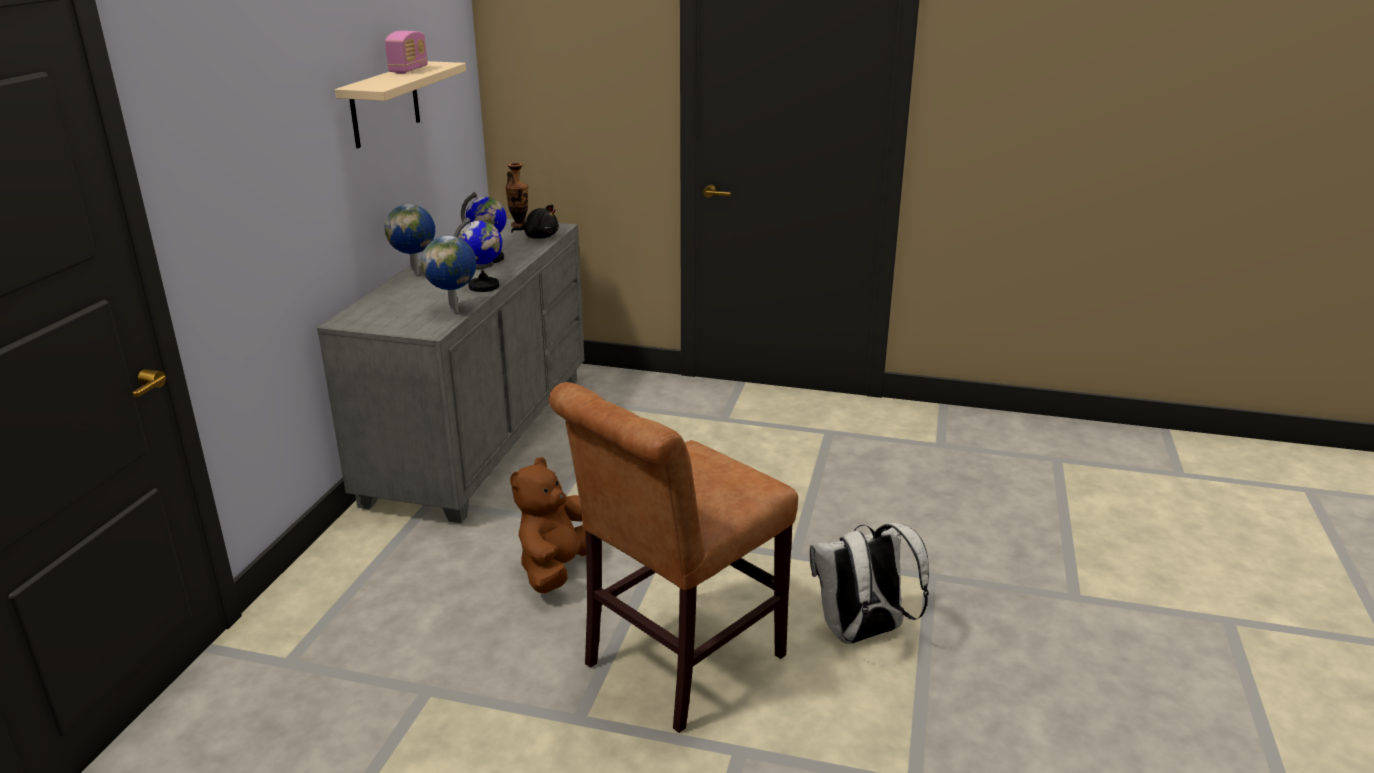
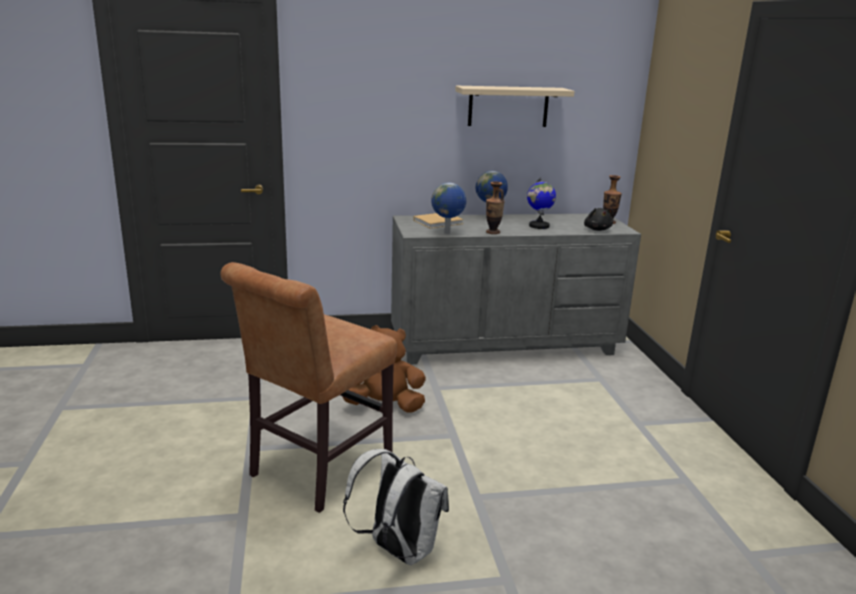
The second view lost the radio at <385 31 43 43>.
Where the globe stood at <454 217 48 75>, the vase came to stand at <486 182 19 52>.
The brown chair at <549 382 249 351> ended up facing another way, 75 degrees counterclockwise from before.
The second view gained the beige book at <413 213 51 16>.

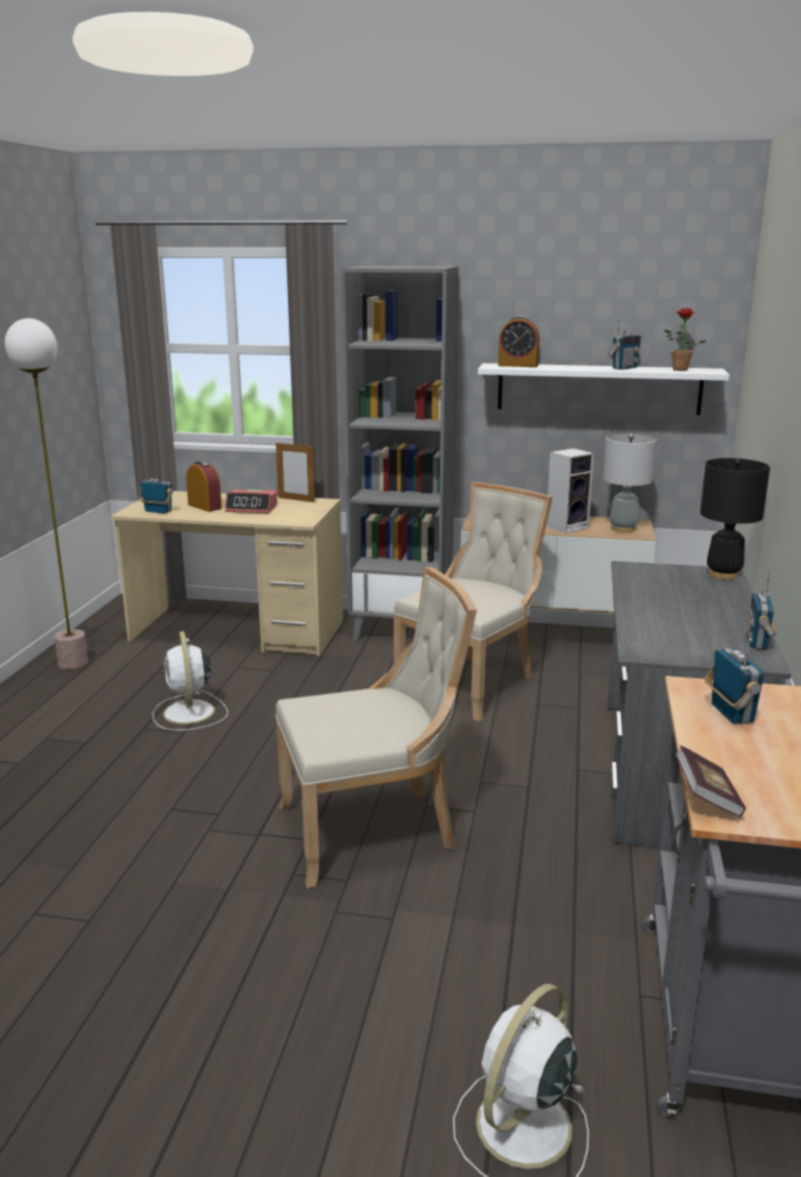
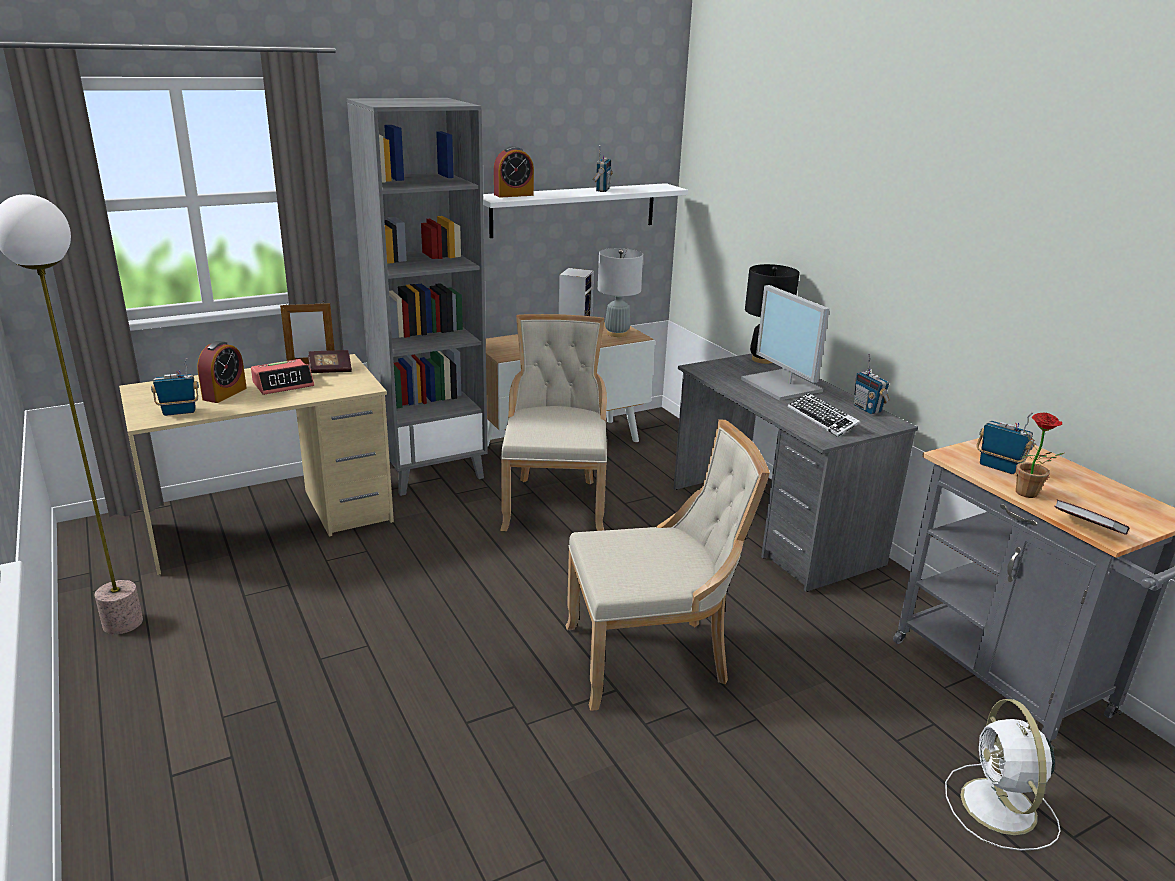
The potted plant ended up elsewhere, having gone from <665 308 41 63> to <1016 413 48 85>.
The alarm clock at <186 461 36 51> ended up facing another way, 105 degrees clockwise from before.
The beige chair at <275 567 202 321> ended up facing another way, 45 degrees clockwise from before.
The second view lost the white fan at <153 631 75 100>.
The second view gained the monitor at <741 285 89 116>.
The second view gained the book at <308 350 44 23>.
The second view gained the keyboard at <787 393 73 44>.

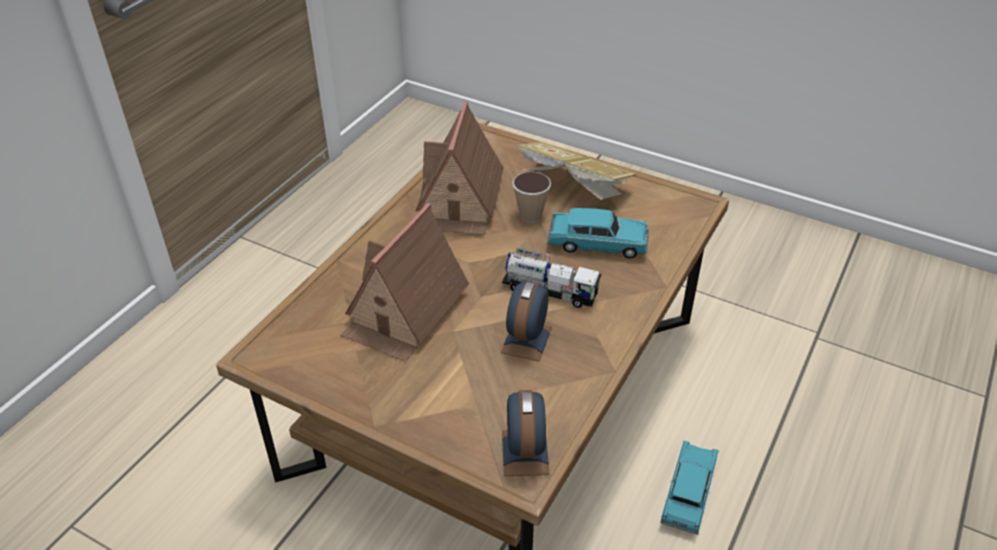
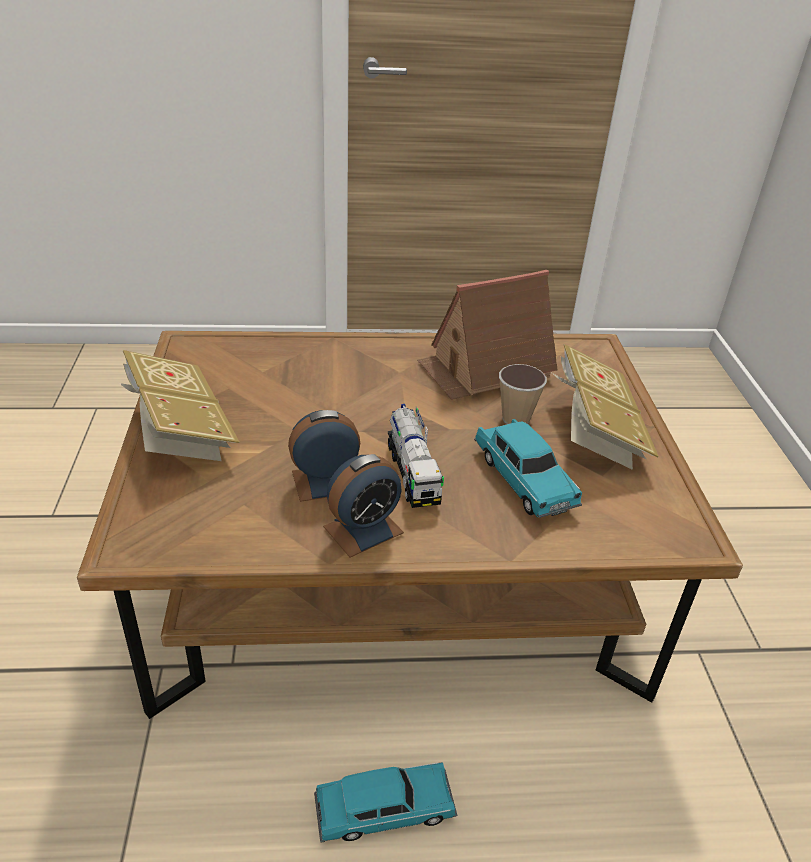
The second view lost the toy house at <341 203 128 159>.
The alarm clock ended up elsewhere, having gone from <502 390 48 86> to <323 454 81 103>.
The second view gained the book at <119 350 120 111>.

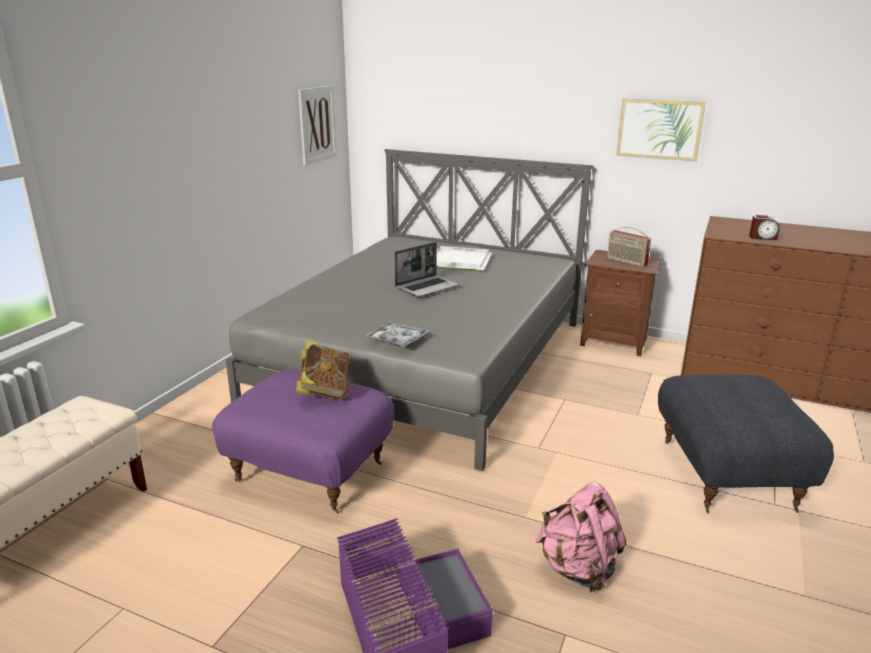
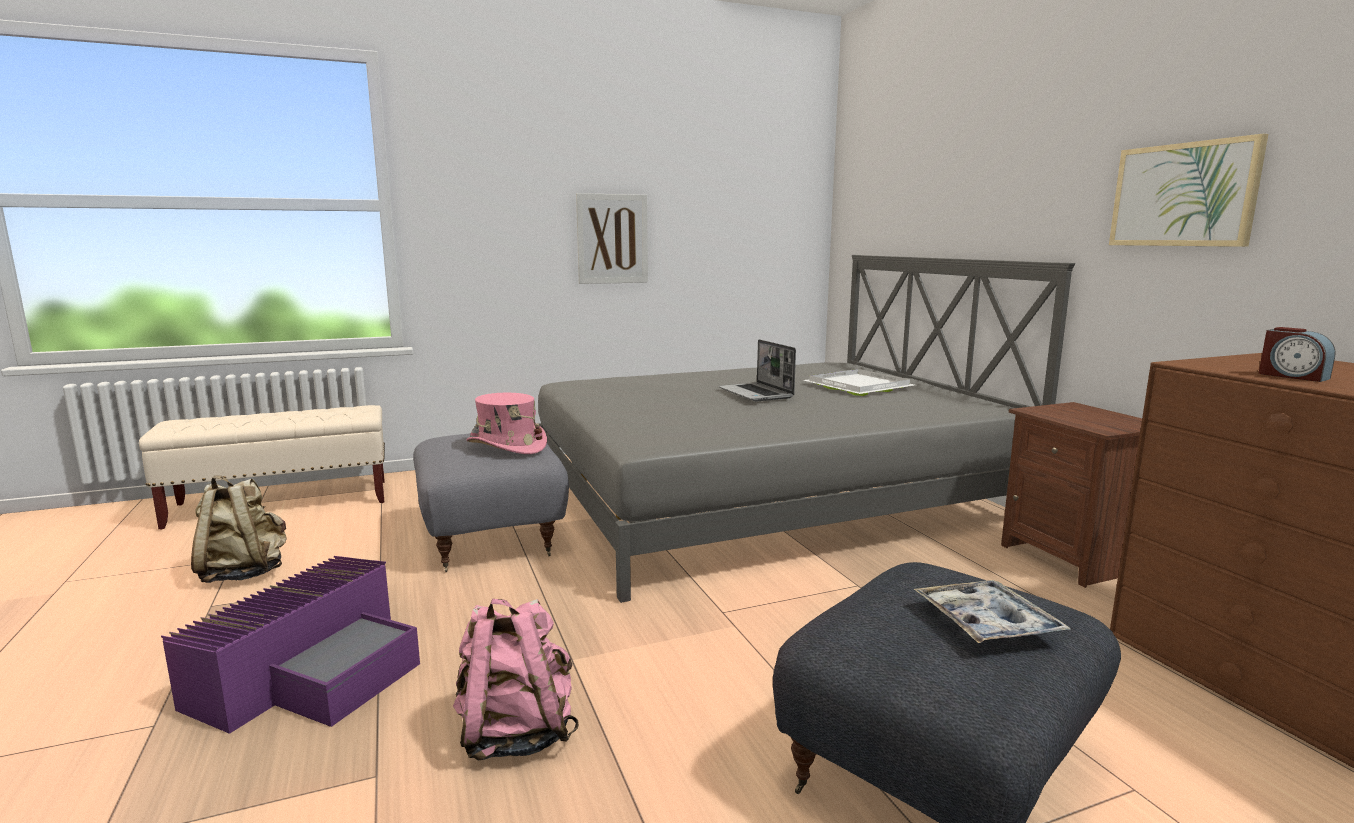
The picture ended up elsewhere, having gone from <298 86 39 79> to <576 193 72 91>.
The second view lost the radio at <607 227 44 40>.
The laptop at <394 242 65 55> ended up facing another way, 60 degrees clockwise from before.
The tray ended up elsewhere, having gone from <365 322 64 25> to <914 580 157 63>.
Where the book stood at <296 340 54 60>, the pink hat came to stand at <467 393 80 61>.
What was the purple ottoman at <212 370 182 143> turned into the grey ottoman at <413 433 156 139>.
The second view gained the beige backpack at <191 475 96 108>.

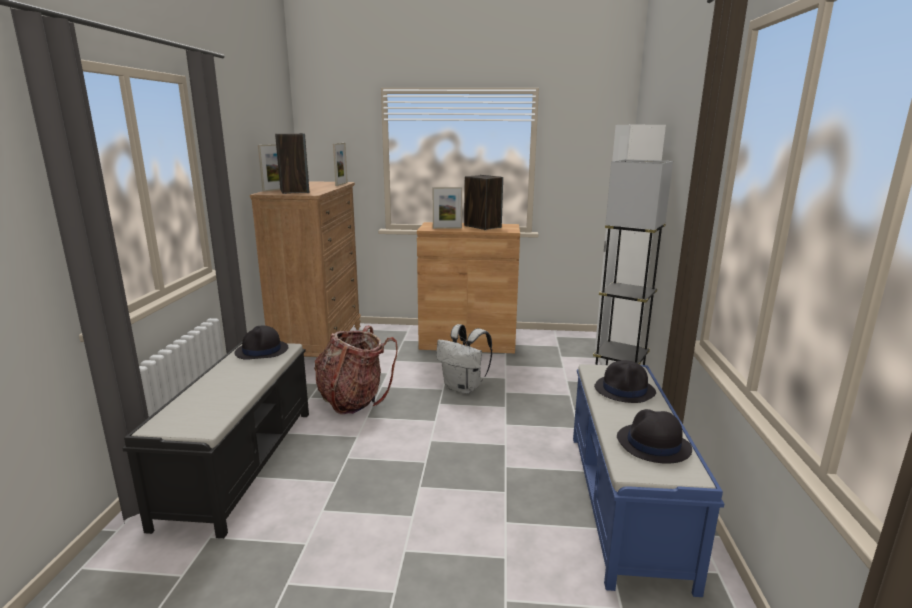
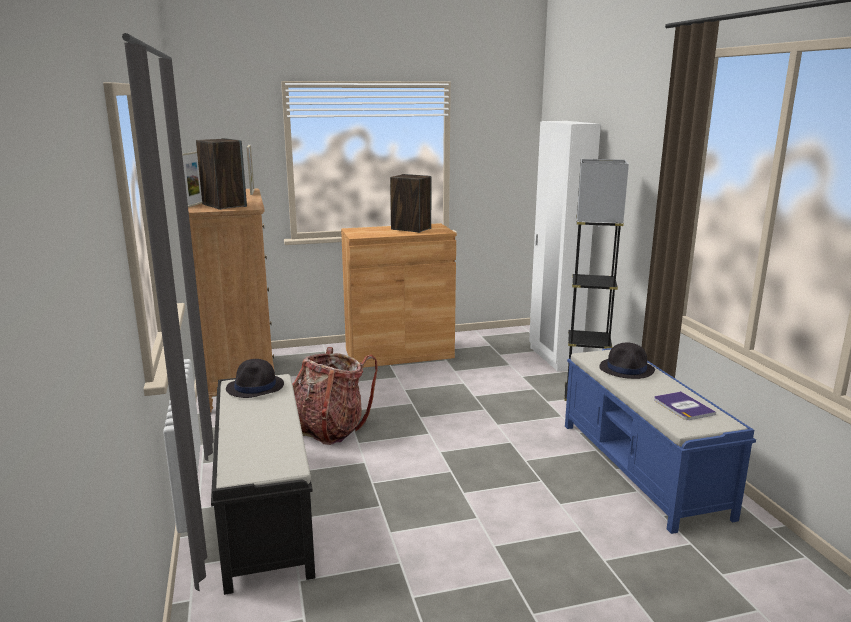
The second view lost the picture frame at <433 187 29 42>.
The second view lost the white backpack at <436 324 56 70>.
Where the black hat stood at <617 409 75 55>, the book came to stand at <654 391 62 29>.

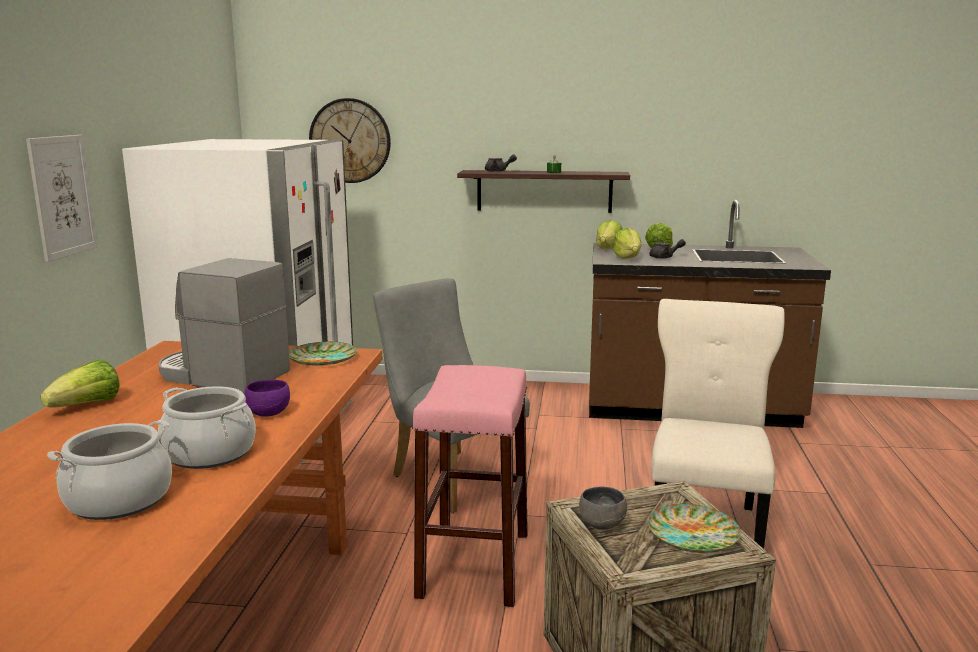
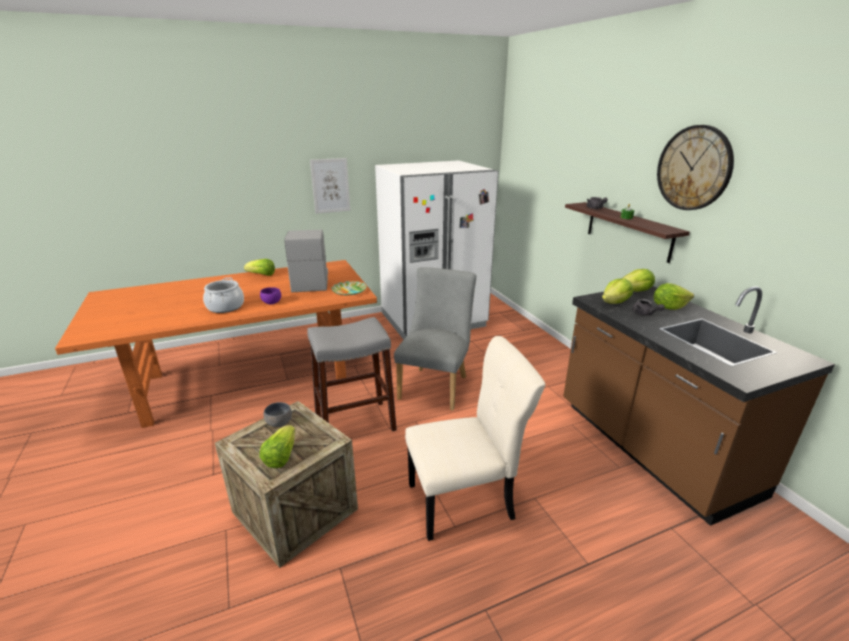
The wall clock ended up elsewhere, having gone from <309 98 82 85> to <657 125 77 85>.
What was the pink stool at <412 365 116 242> turned into the grey stool at <307 317 90 114>.
The second view lost the cooking pot at <47 420 125 100>.
Where the plate stood at <648 504 93 49>, the lettuce came to stand at <259 425 36 43>.

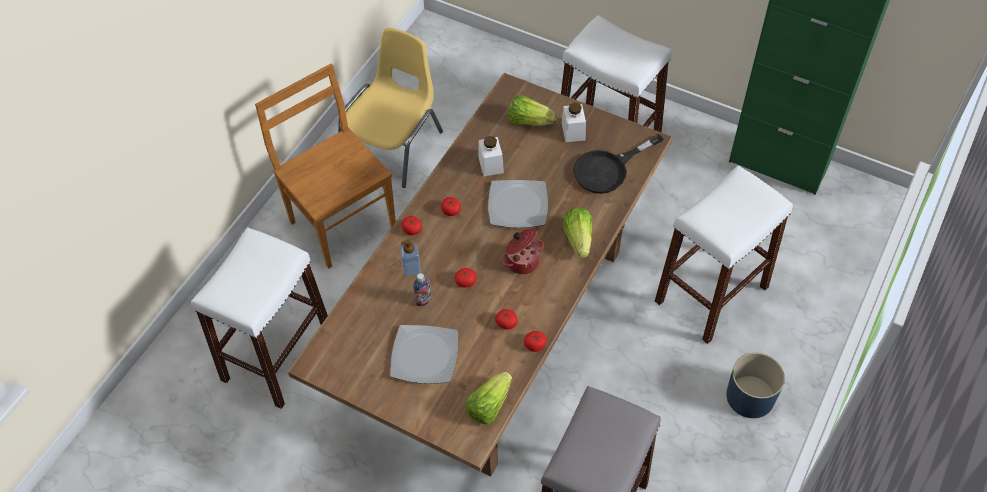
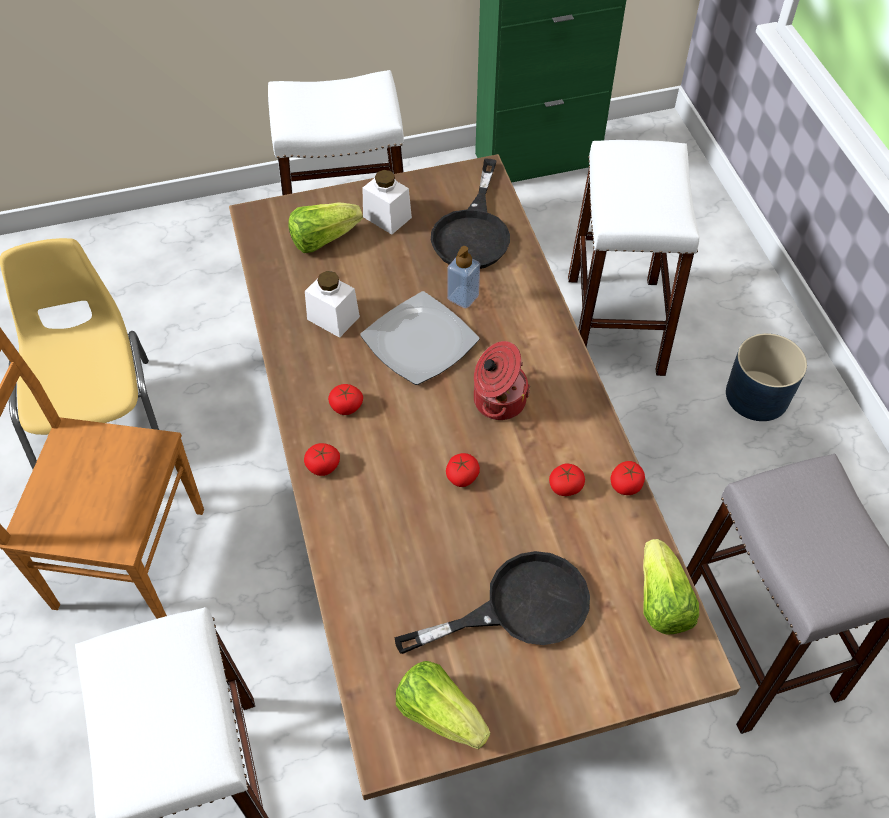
The lettuce ended up elsewhere, having gone from <563 208 30 50> to <396 661 94 88>.
The soap dispenser ended up elsewhere, having gone from <400 239 21 37> to <447 246 33 62>.
The second view lost the bottle at <414 273 17 33>.
Where the plate stood at <390 325 68 59>, the black frying pan came to stand at <394 551 196 103>.

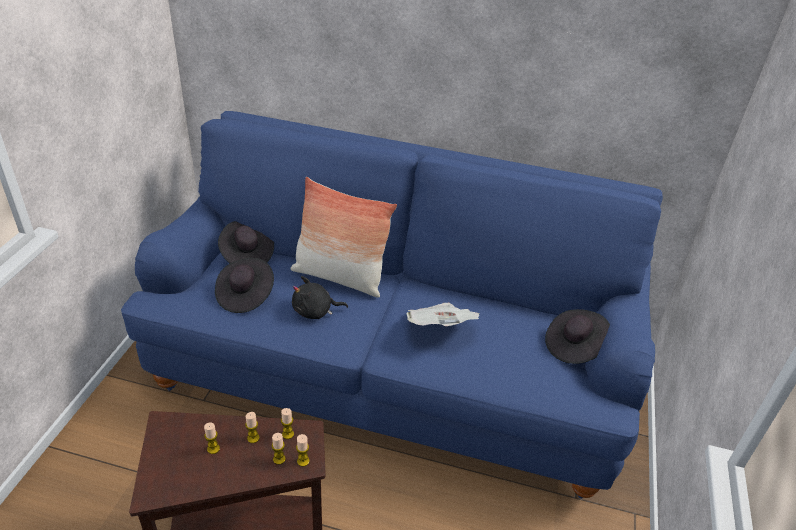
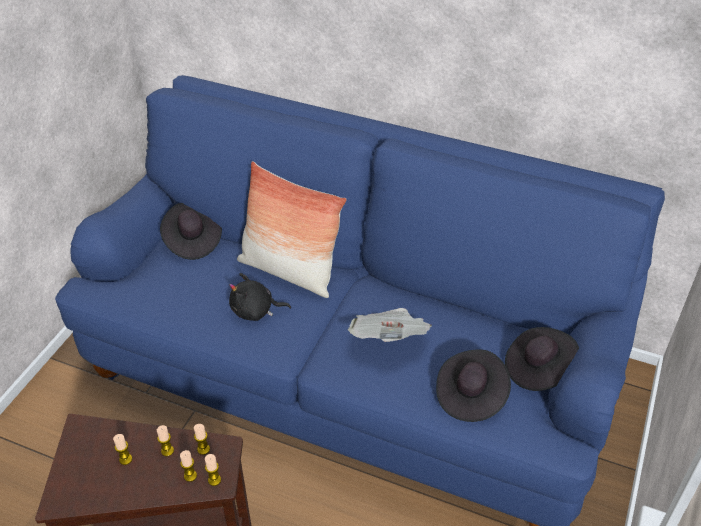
The black hat ended up elsewhere, having gone from <215 258 59 55> to <436 350 75 72>.

